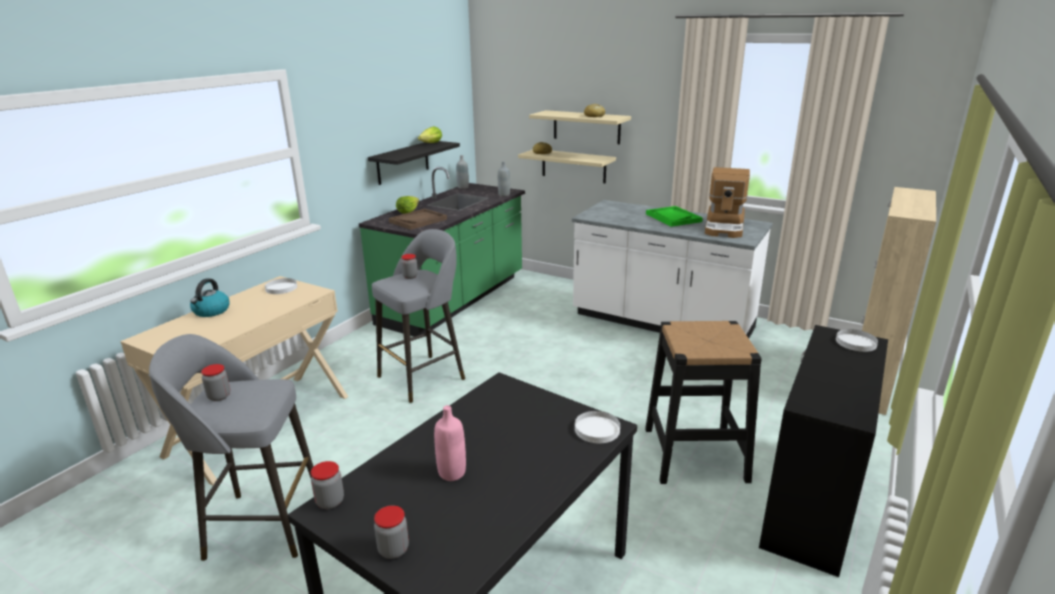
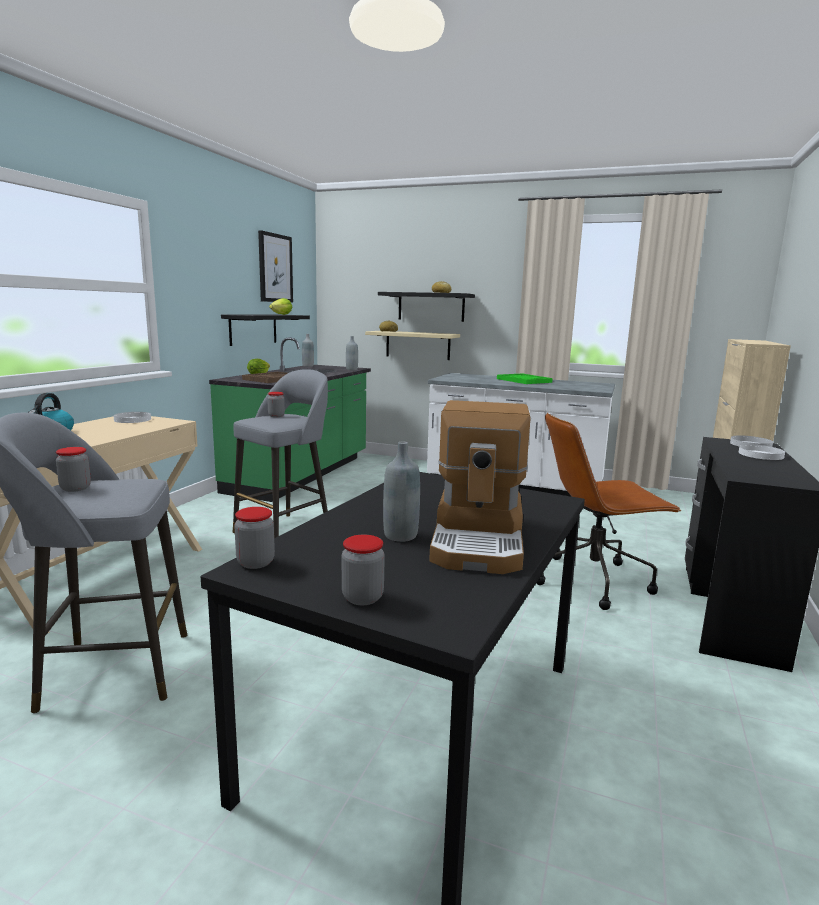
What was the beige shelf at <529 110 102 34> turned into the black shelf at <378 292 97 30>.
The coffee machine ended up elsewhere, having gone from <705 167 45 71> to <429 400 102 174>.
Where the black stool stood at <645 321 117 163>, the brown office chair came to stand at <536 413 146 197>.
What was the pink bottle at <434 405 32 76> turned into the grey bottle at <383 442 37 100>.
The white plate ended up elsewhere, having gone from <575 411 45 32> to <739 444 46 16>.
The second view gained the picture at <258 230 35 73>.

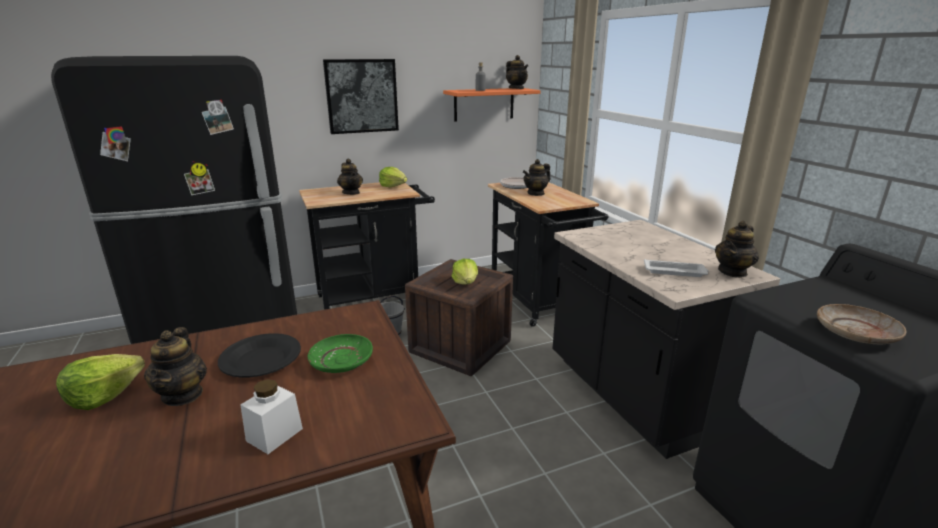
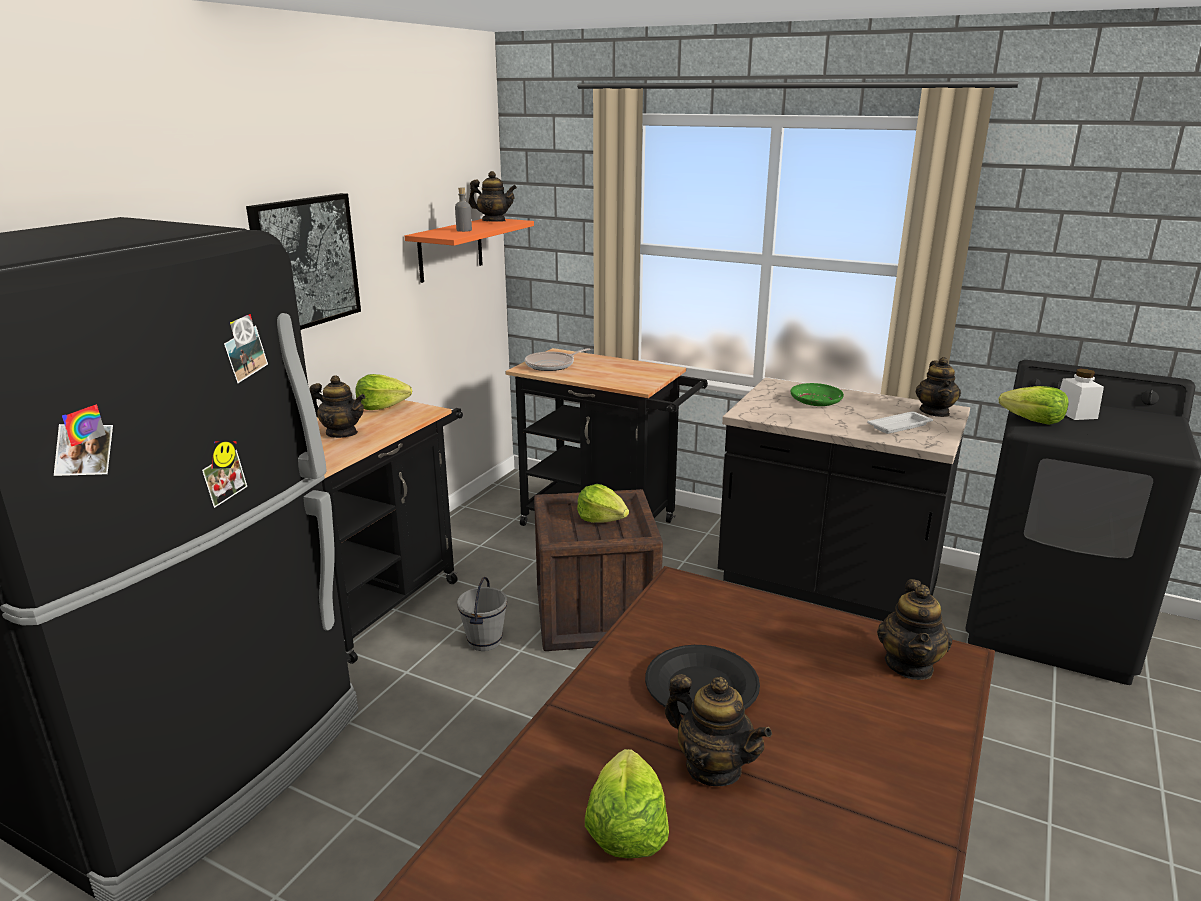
The teapot ended up elsewhere, having gone from <523 159 27 37> to <877 579 75 101>.
The second view lost the beige plate at <817 304 89 40>.
The green plate ended up elsewhere, having gone from <308 334 65 39> to <790 383 54 23>.
The white jar ended up elsewhere, having gone from <241 379 62 75> to <1060 369 44 51>.
The second view gained the lettuce at <999 386 70 39>.

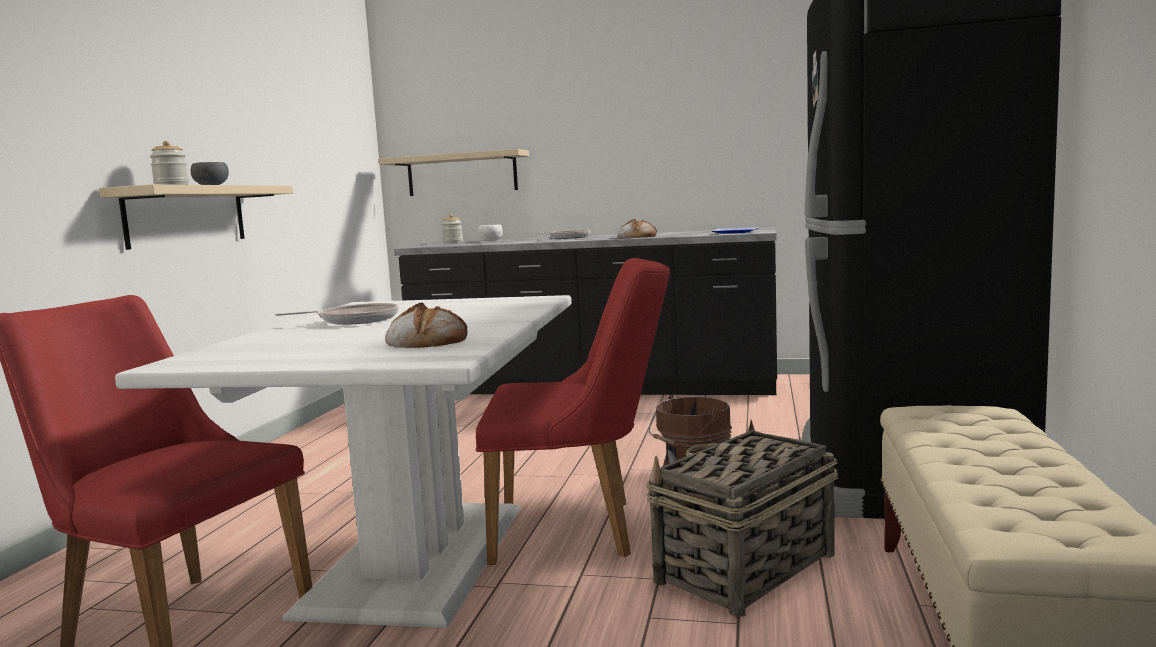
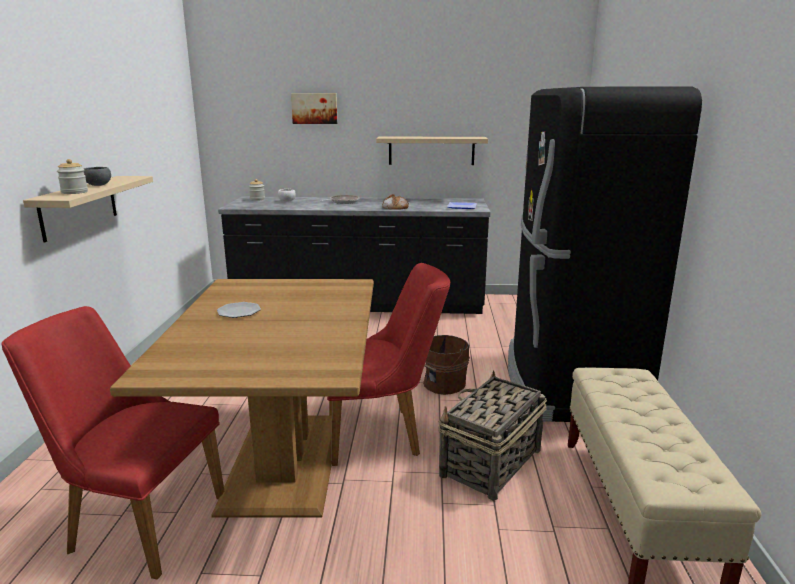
The beige shelf ended up elsewhere, having gone from <378 149 151 47> to <376 136 112 29>.
What was the white dining table at <115 295 457 333> turned into the brown dining table at <110 279 264 239>.
The second view lost the bread at <385 302 82 46>.
Where the frying pan stood at <275 303 124 22>, the plate came to stand at <217 302 44 16>.
The second view gained the picture at <291 93 46 31>.

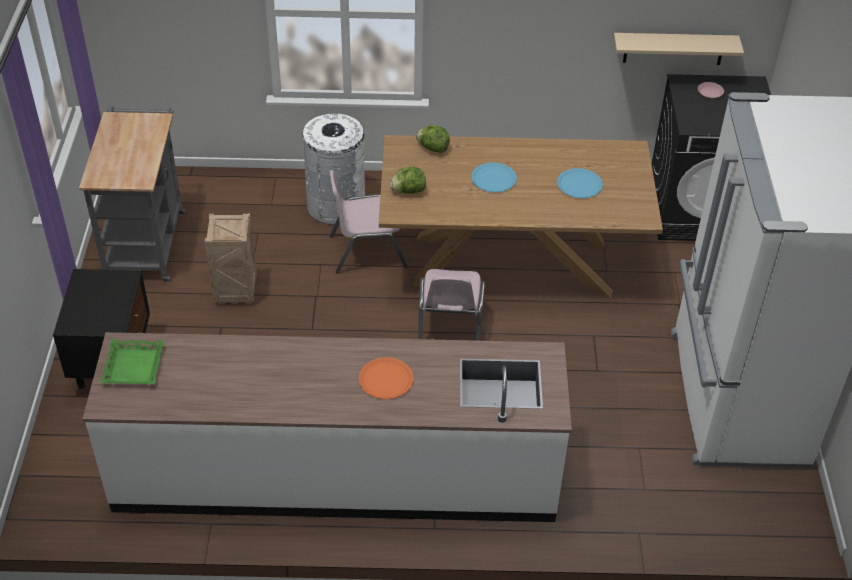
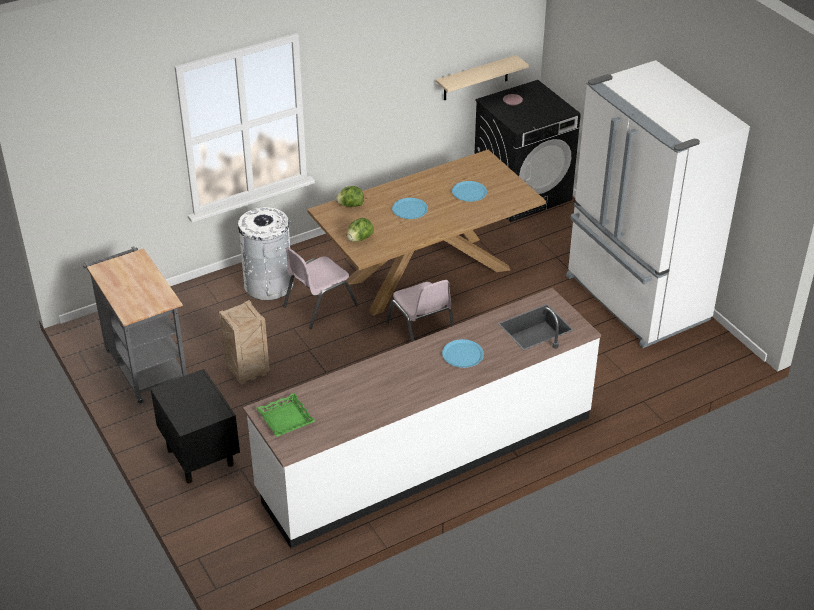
What was the orange plate at <359 357 55 42> turned into the blue plate at <442 339 42 29>.

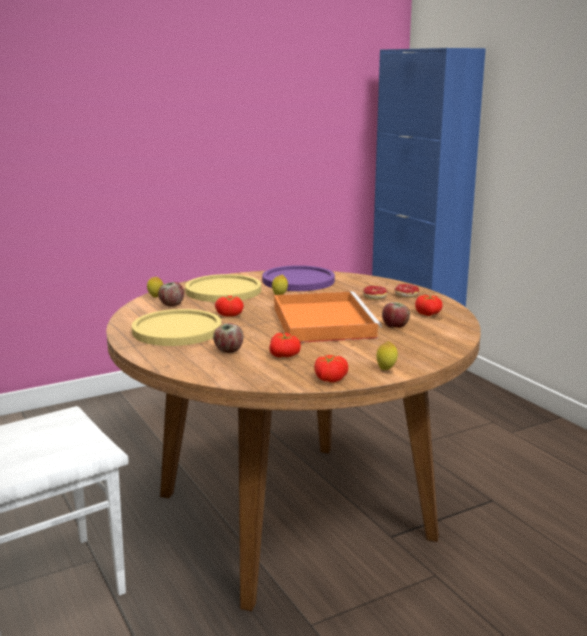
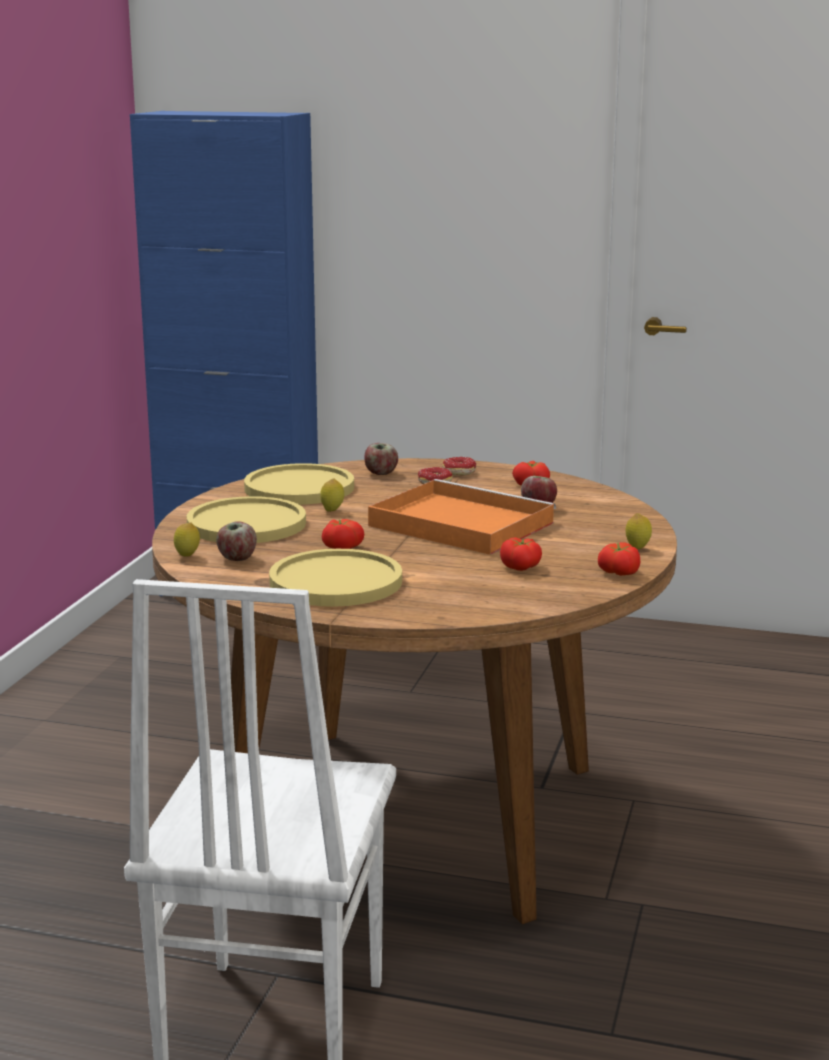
What was the purple plate at <262 265 73 26> turned into the yellow plate at <244 463 110 42>.
The apple ended up elsewhere, having gone from <213 323 31 30> to <365 443 33 32>.

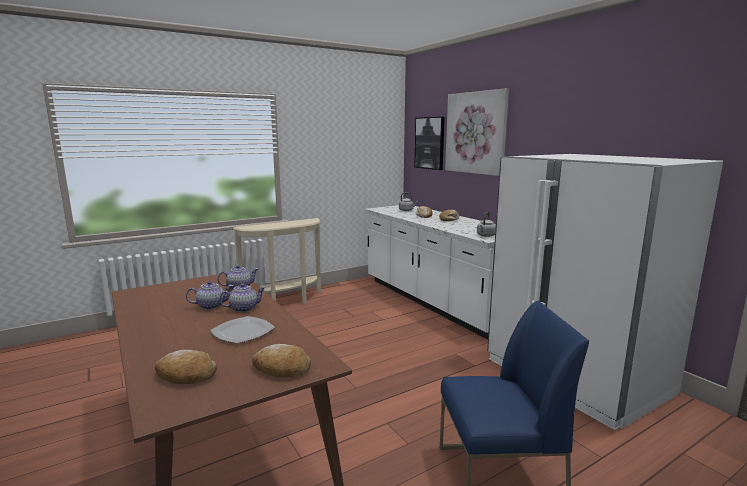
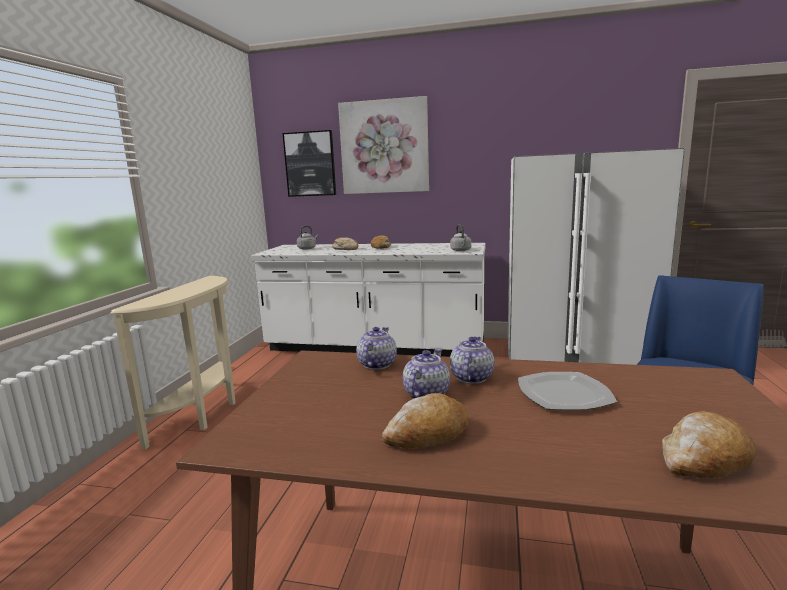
The bread ended up elsewhere, having gone from <252 344 59 33> to <382 393 87 56>.

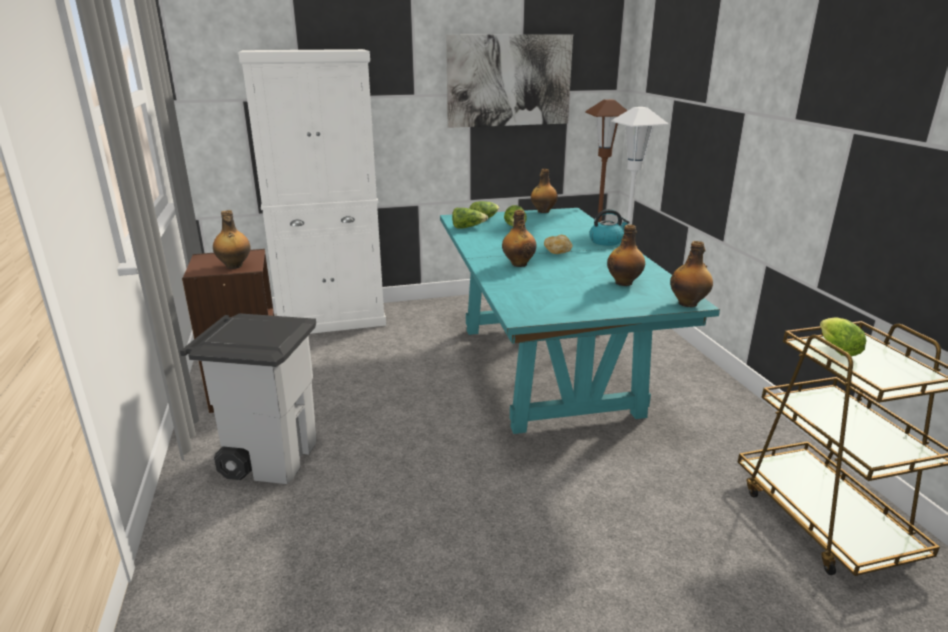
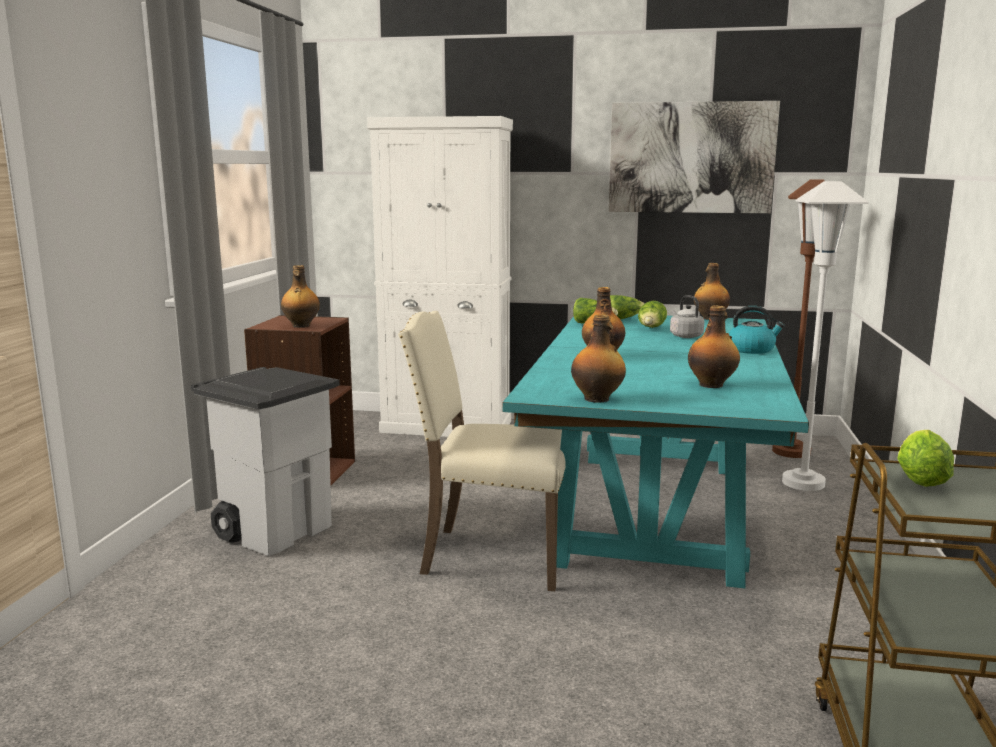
The second view lost the bread at <544 235 28 19>.
The bottle ended up elsewhere, having gone from <670 241 43 66> to <571 315 55 88>.
The second view gained the grey kettle at <670 295 34 43>.
The second view gained the beige chair at <398 311 168 280>.

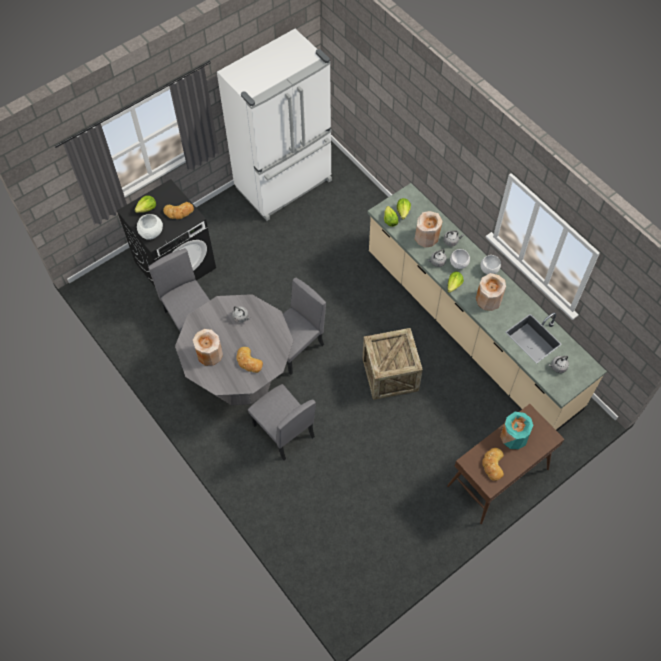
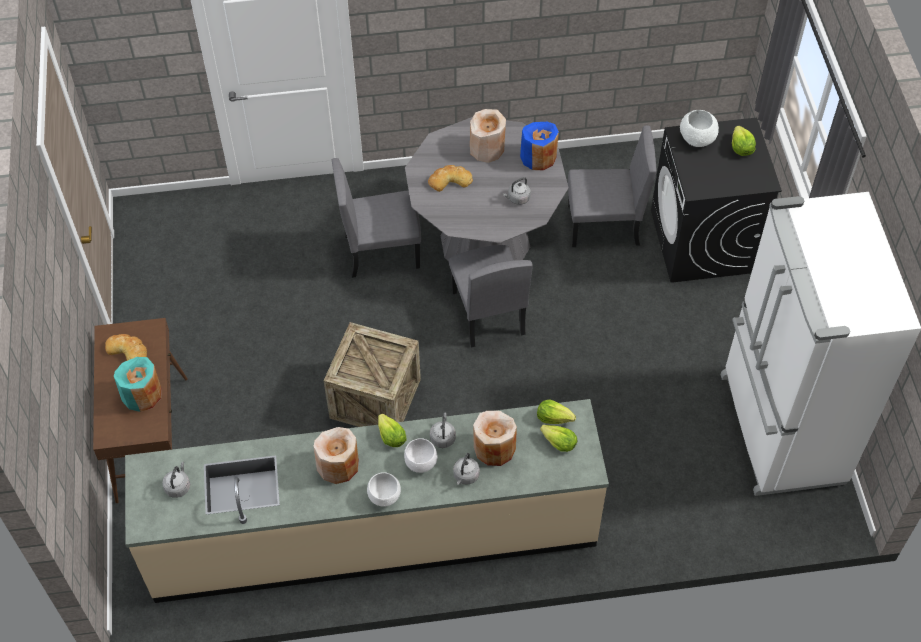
The second view lost the bread at <163 202 31 17>.
The second view gained the blue vase at <520 122 39 48>.

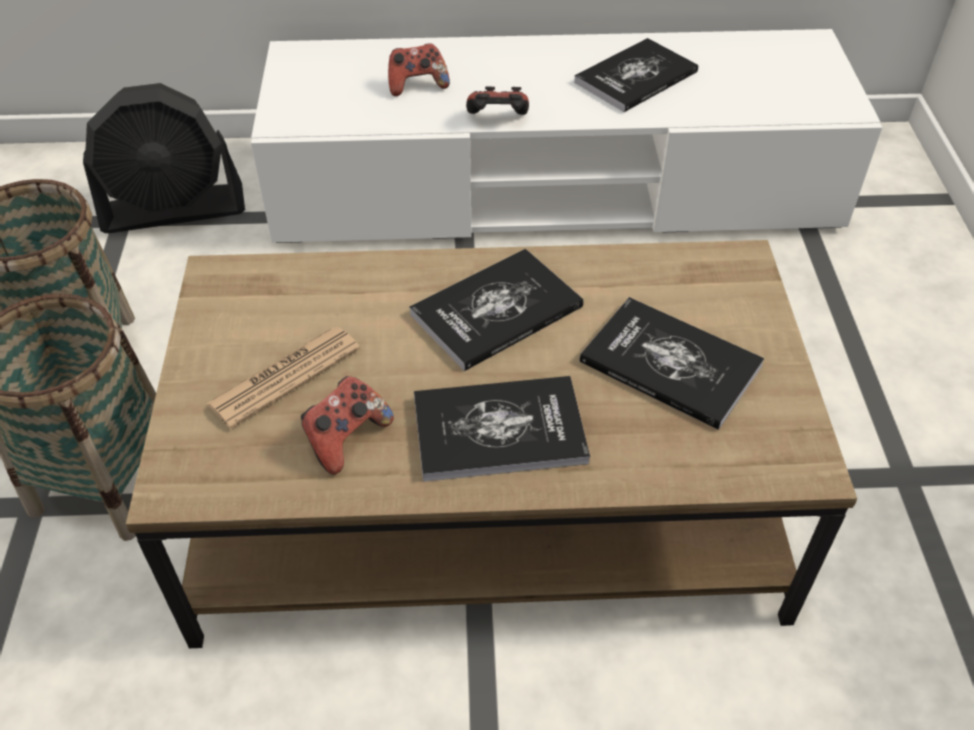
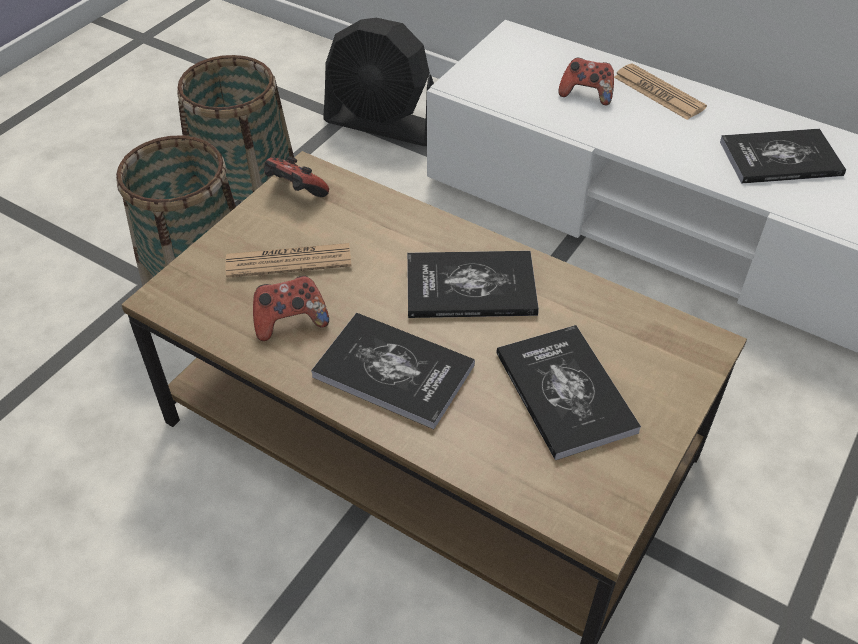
The game controller ended up elsewhere, having gone from <466 87 63 28> to <264 157 65 40>.
The second view gained the newspaper at <614 63 93 57>.

